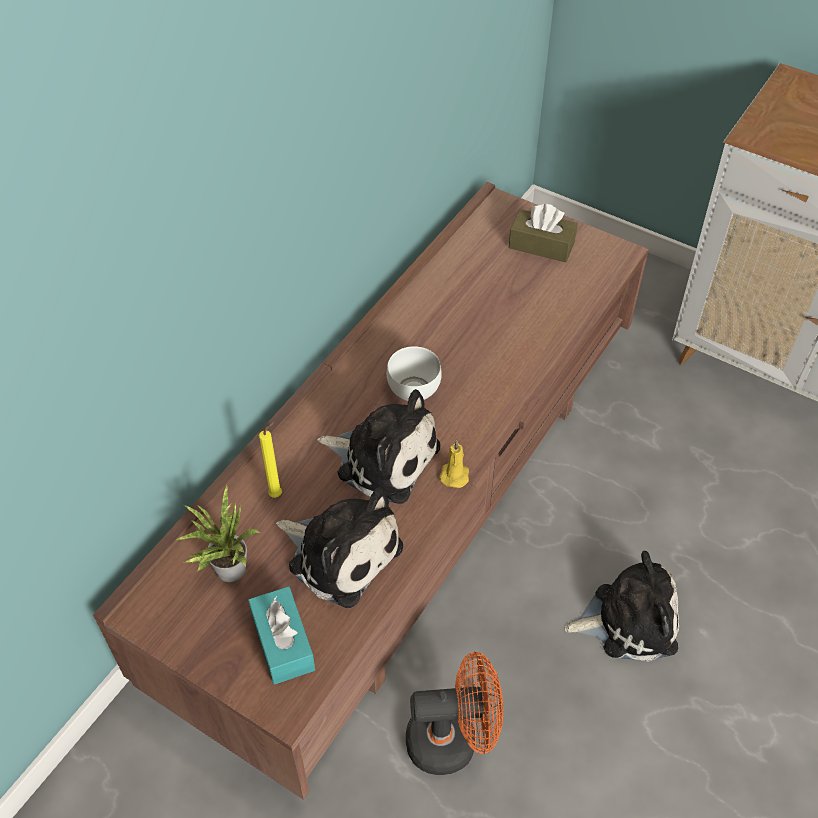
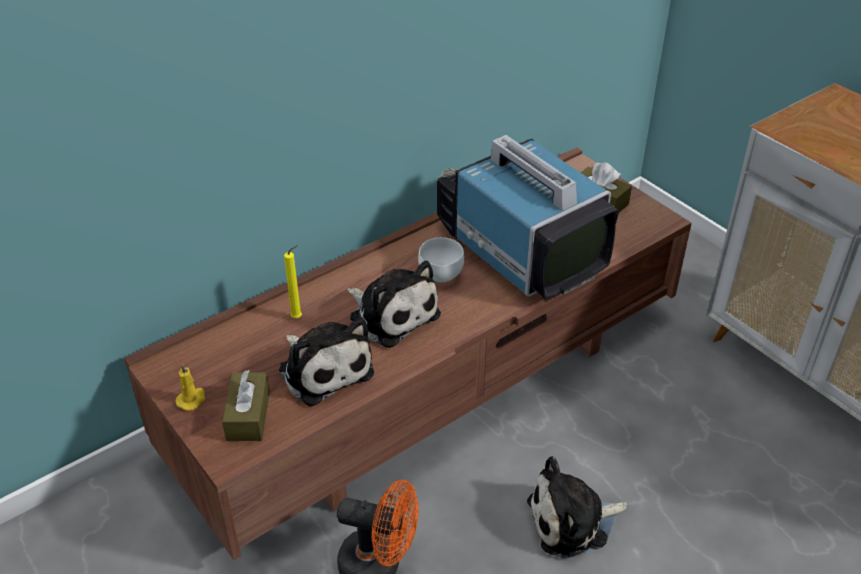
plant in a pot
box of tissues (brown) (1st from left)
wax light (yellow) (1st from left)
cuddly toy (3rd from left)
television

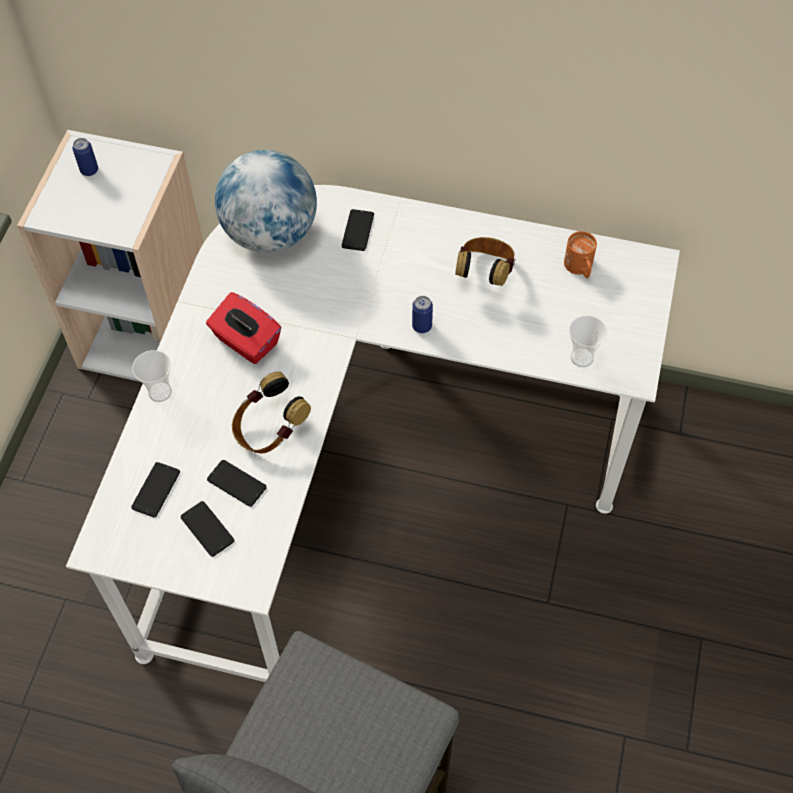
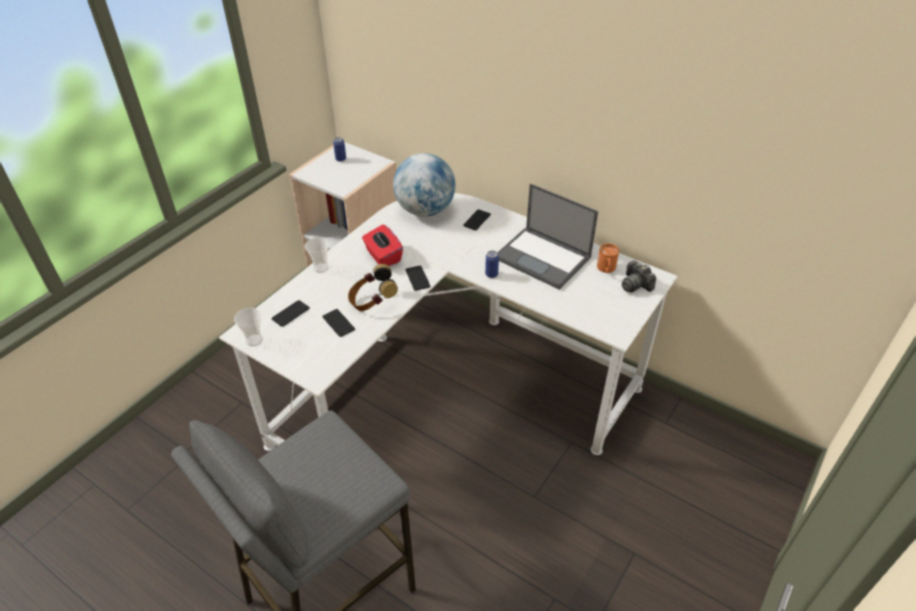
phone (3rd from left)
laptop
cup (1st from left)
still camera

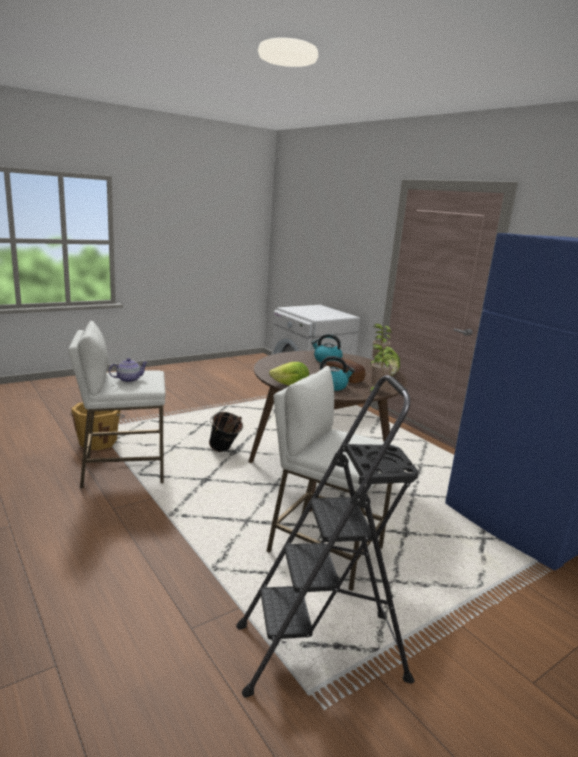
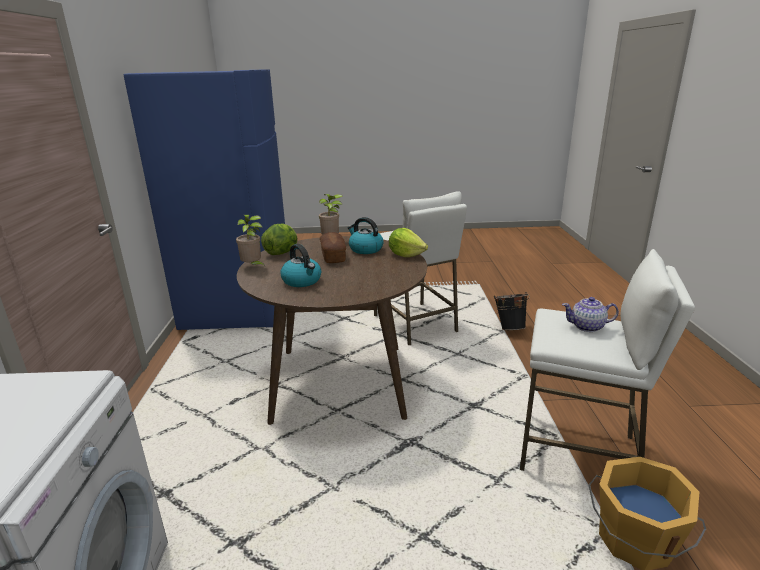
bucket (blackish)
step stool

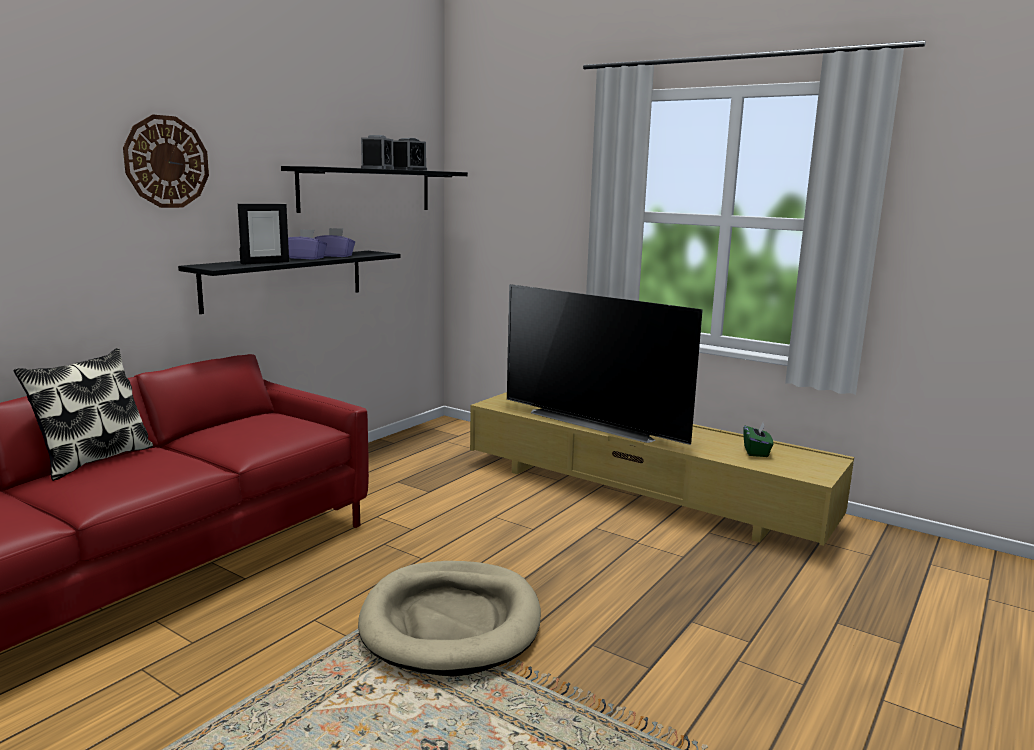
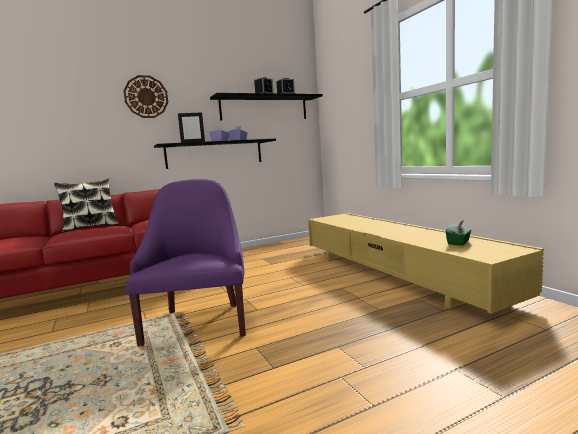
lounge chair (purplish)
television

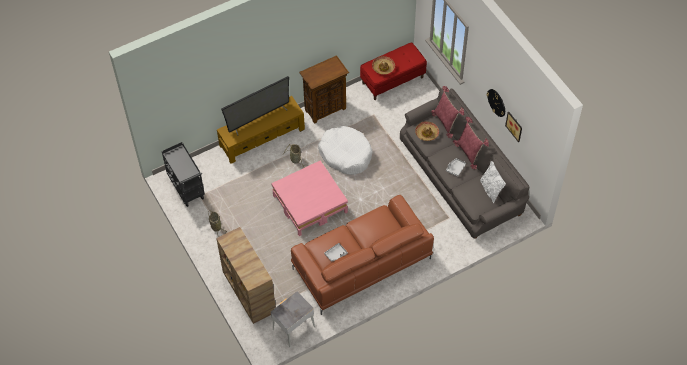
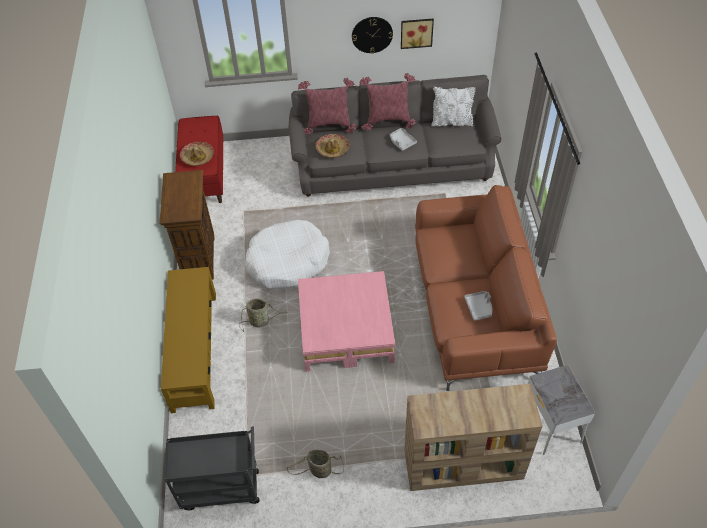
television

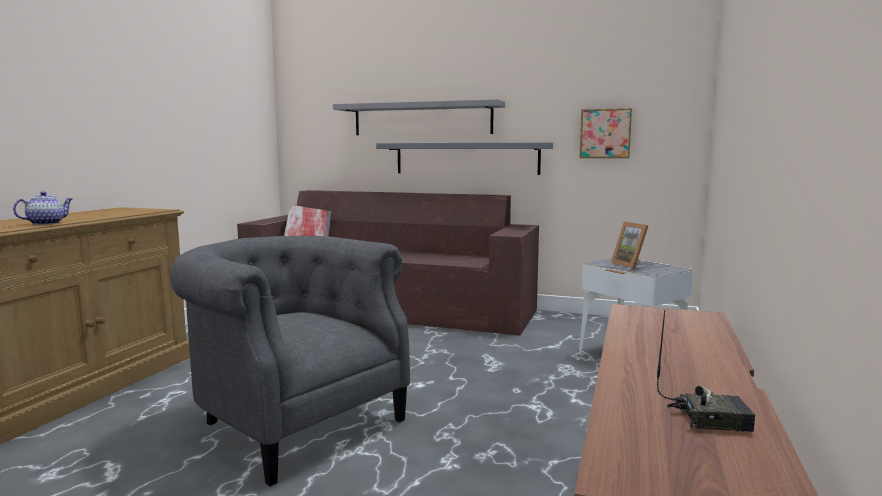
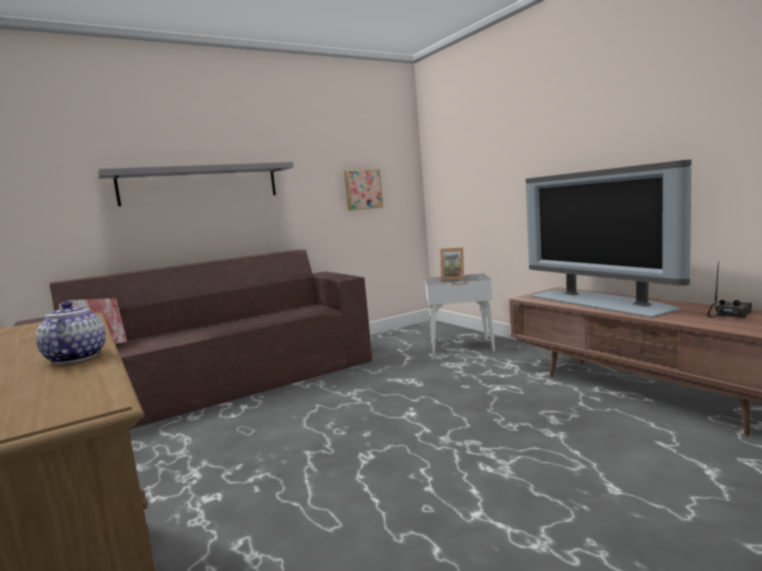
lounge chair (greyish)
bracket shelf (greyish) (2nd from left in the first image)
television

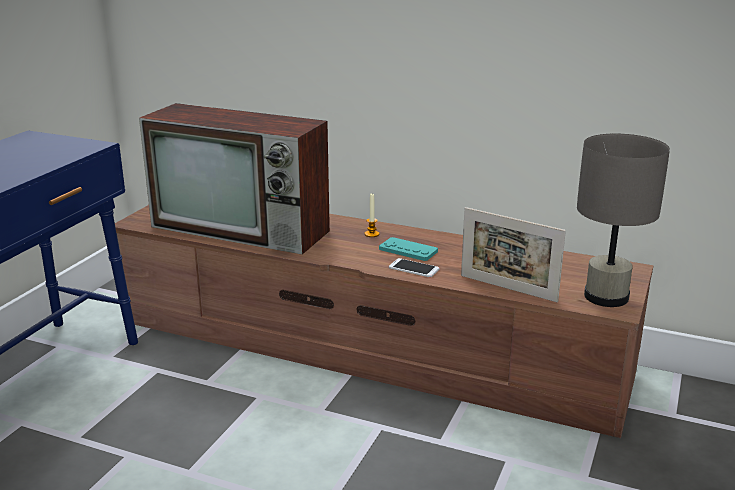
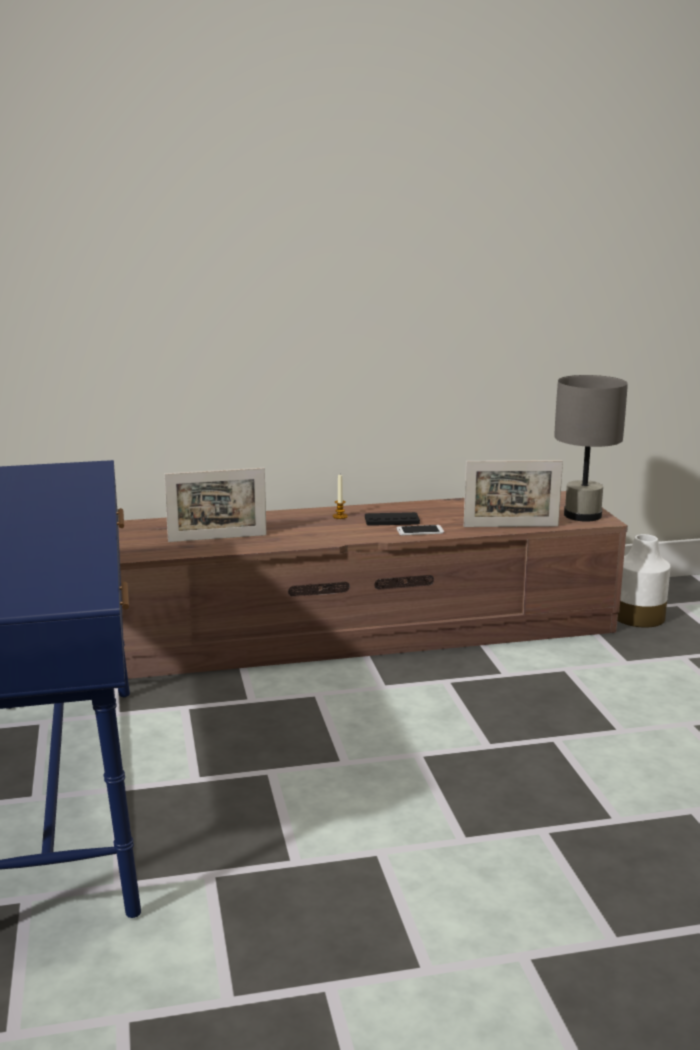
photo frame (1st from left)
joypad (blackish)
decorative vase (white-coloured)

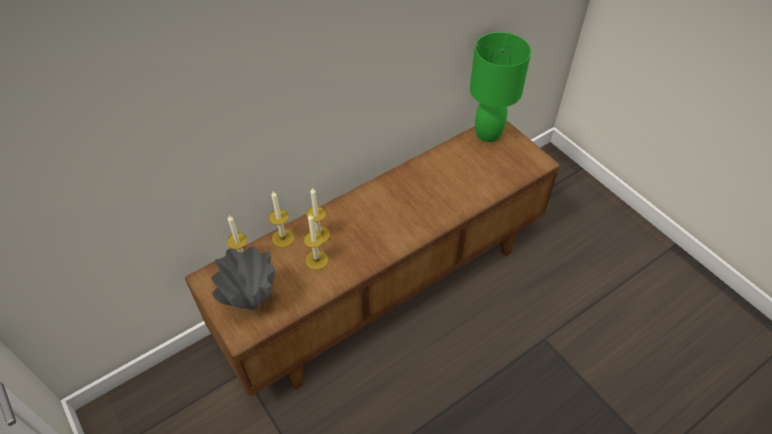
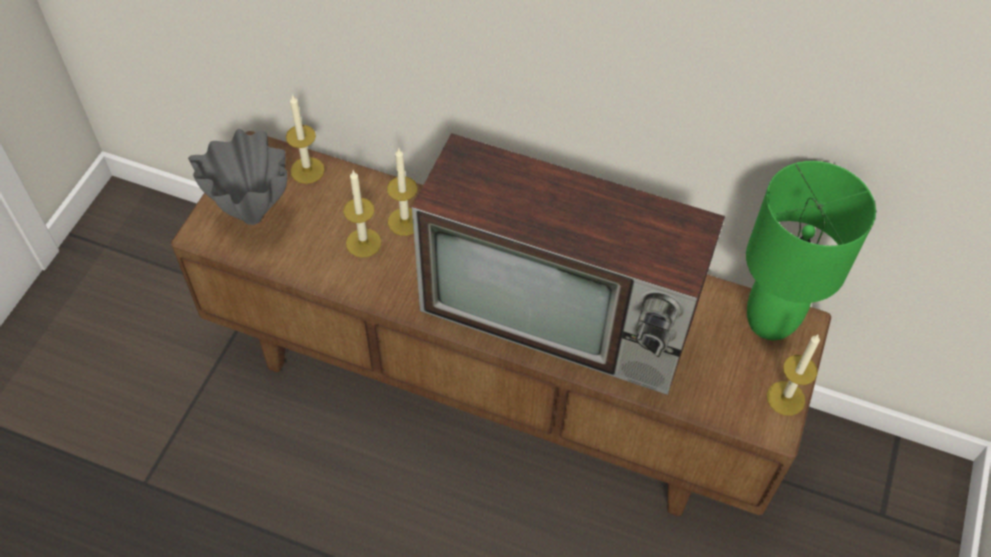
wax light (4th from left)
television

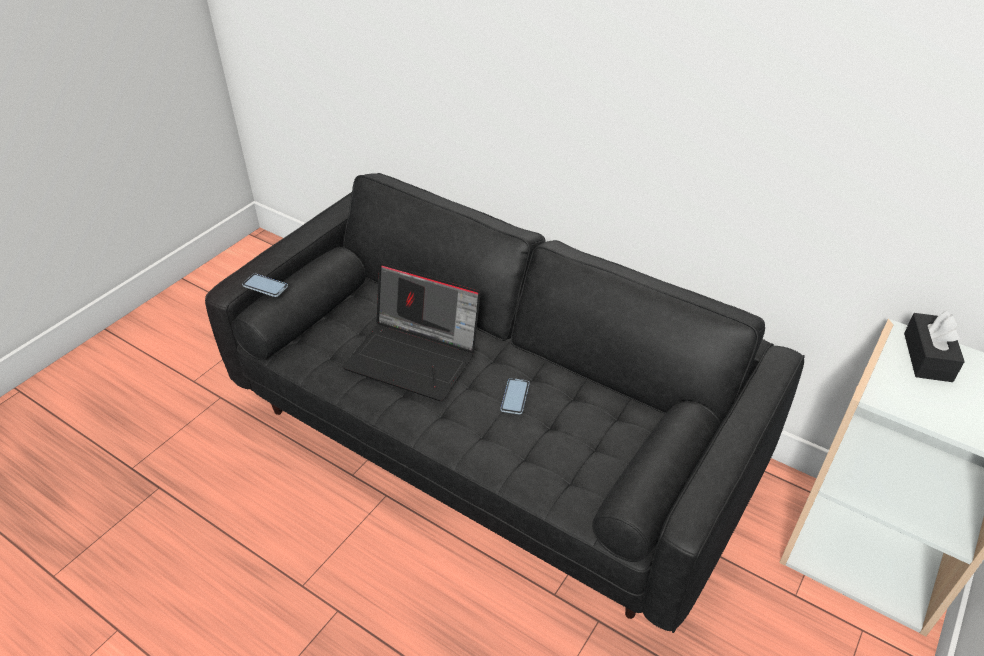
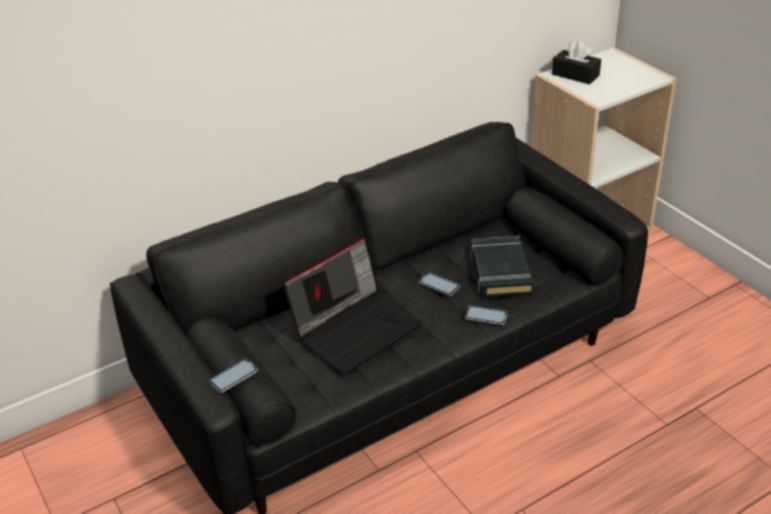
phone (3rd from left)
book (blackish)

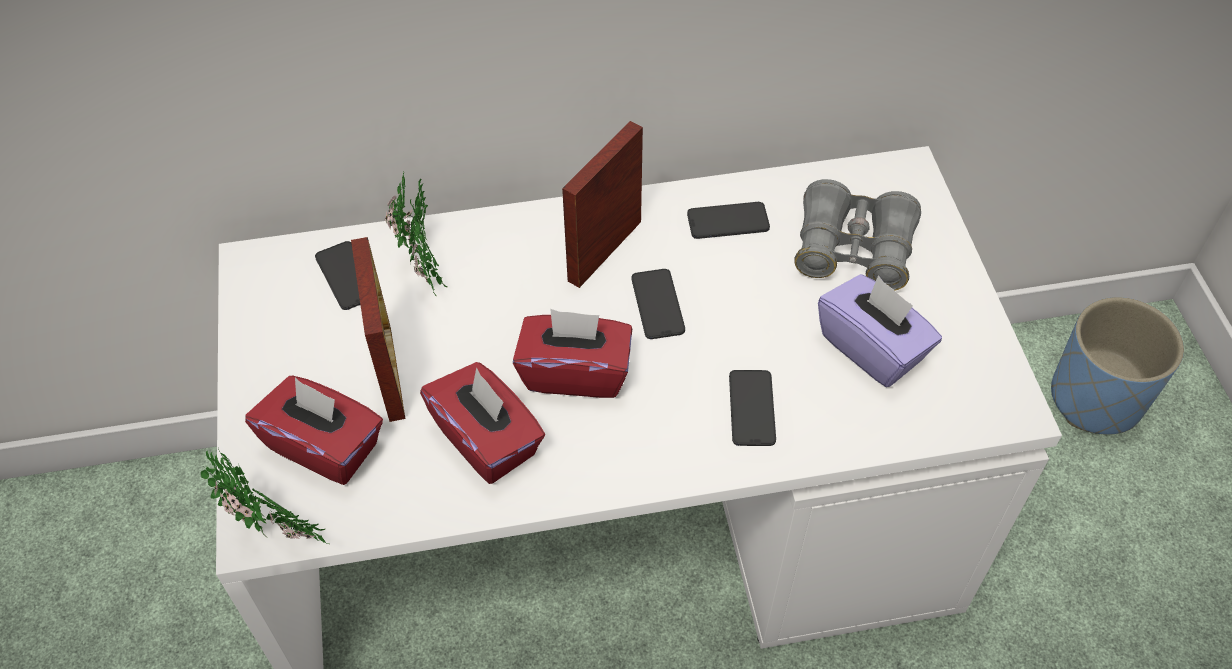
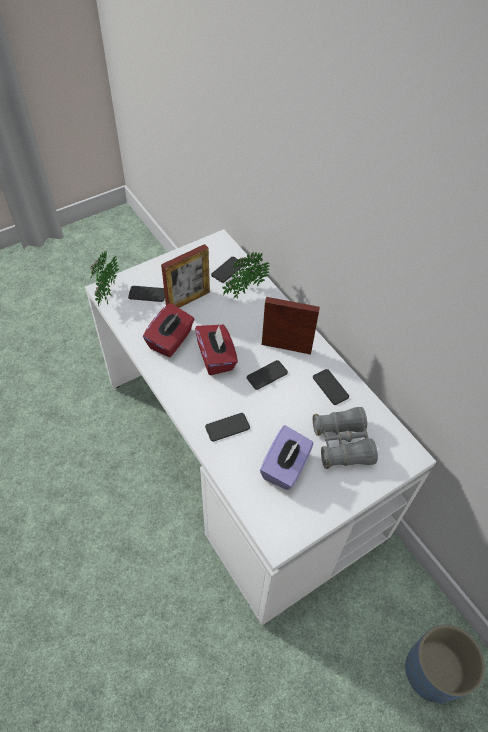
phone (1st from left)

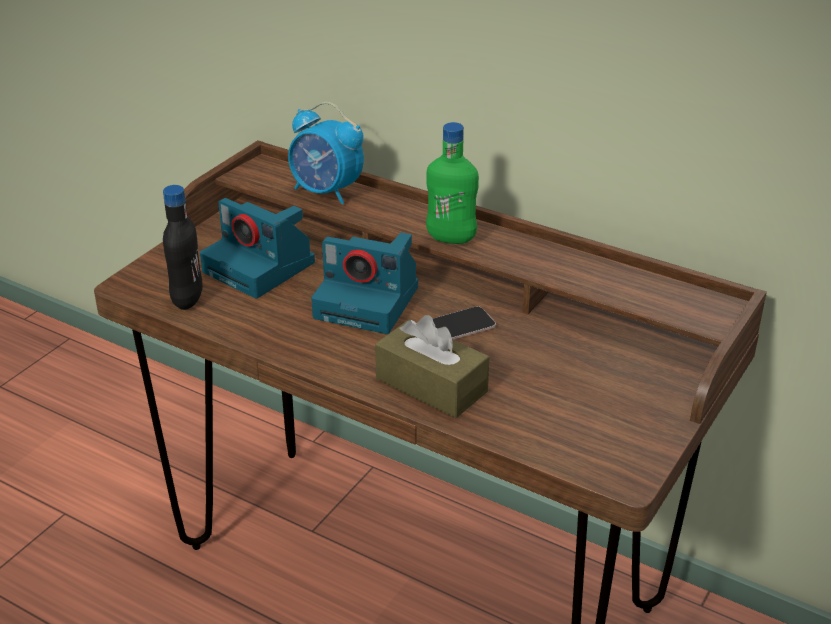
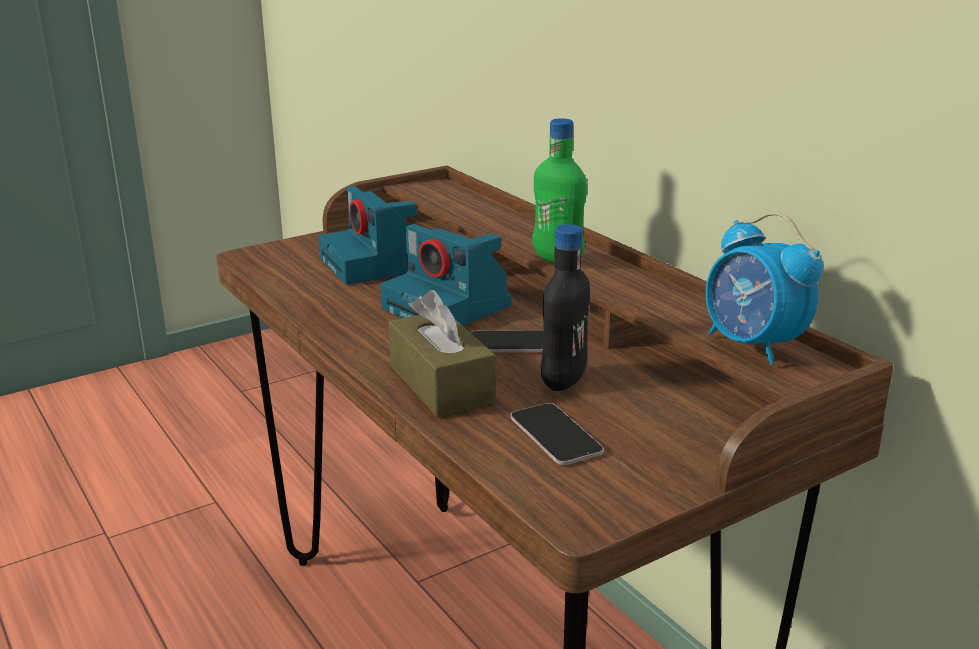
beverage bottle (blackish)
bedside clock
phone (2nd from left)

